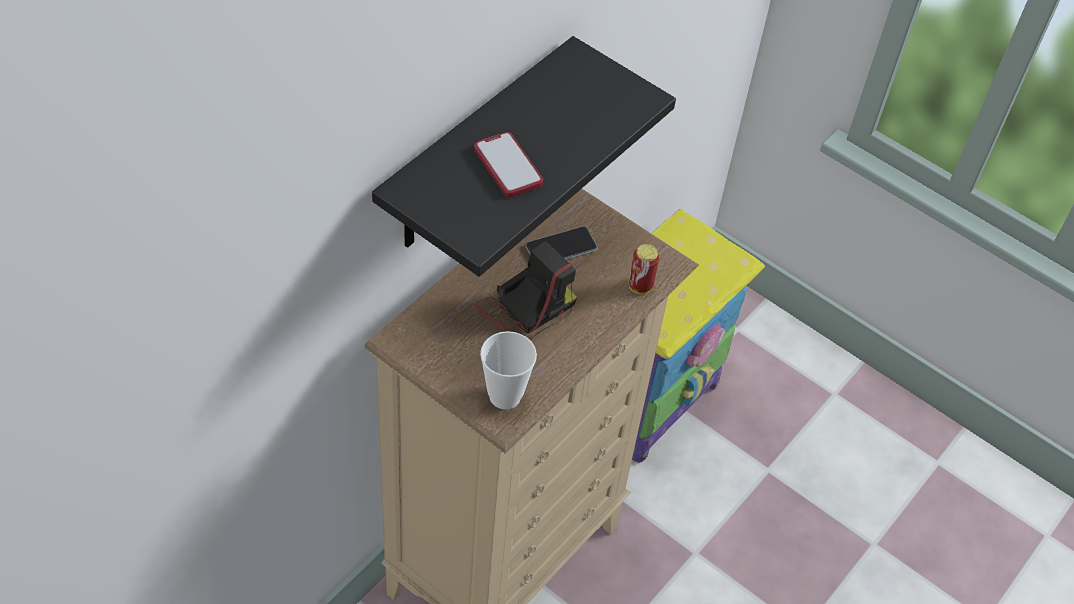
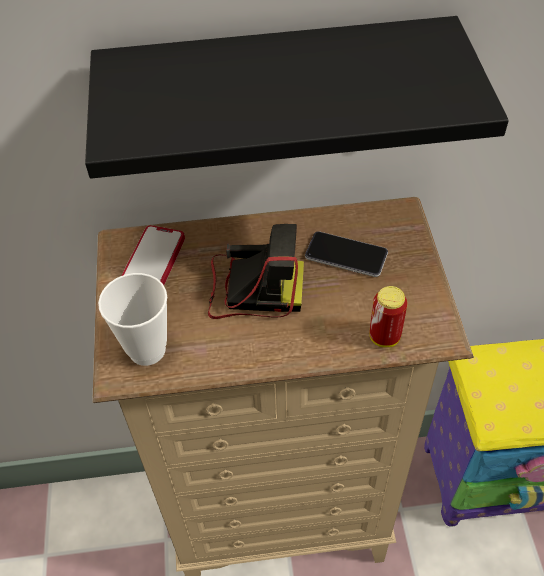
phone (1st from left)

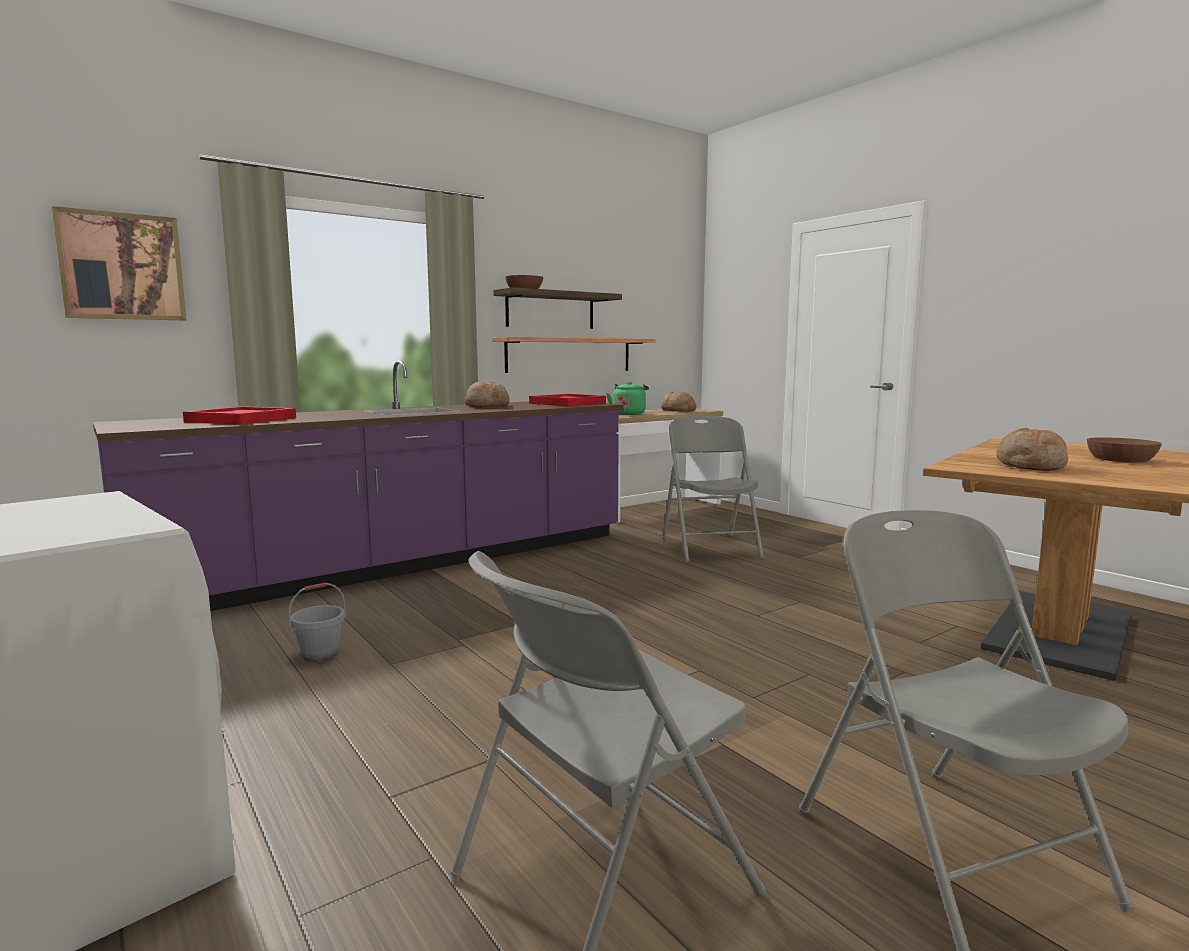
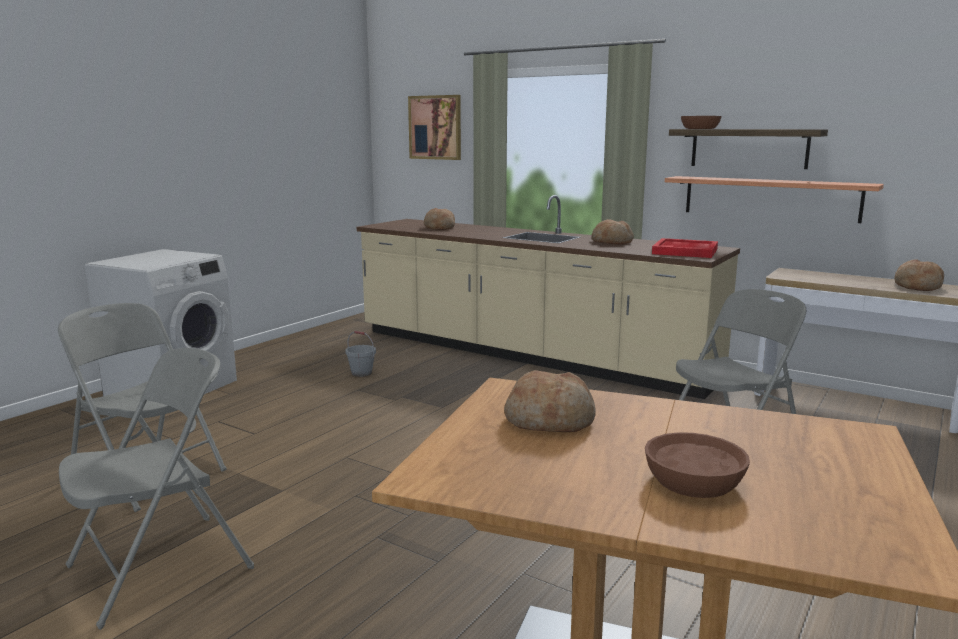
counter (beige)
bread (1st from left)
tea kettle (green)

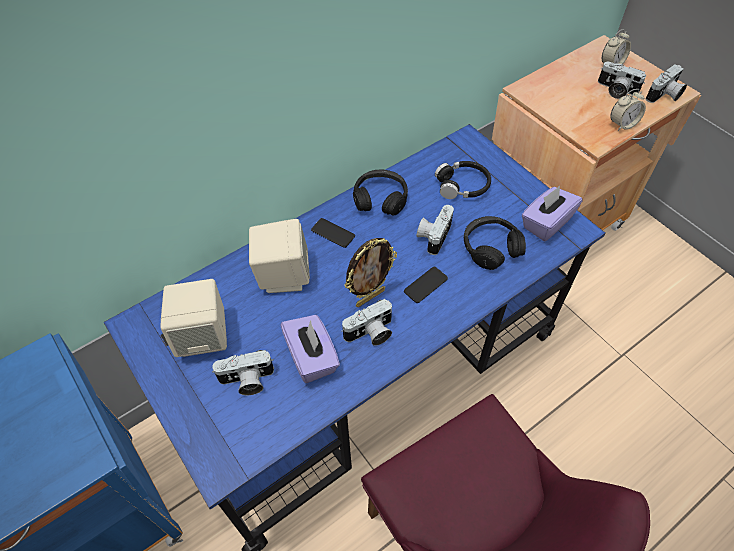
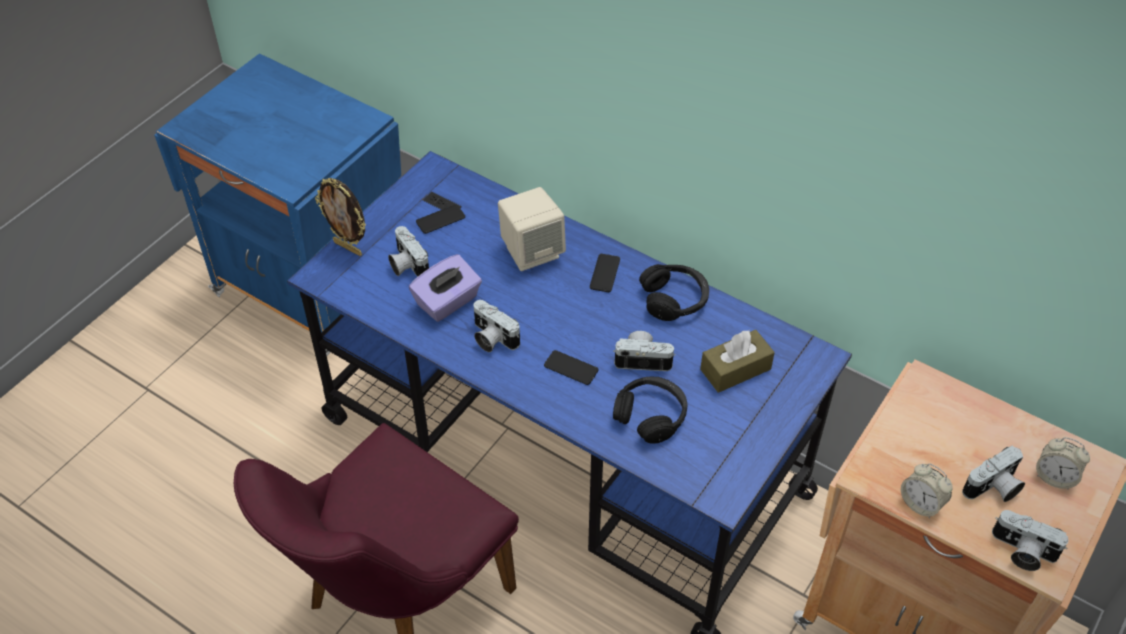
phone (1st from left)
photo frame
box of tissues (brown)
box of tissues (purplish) (2nd from left in the first image)
still camera (4th from left)

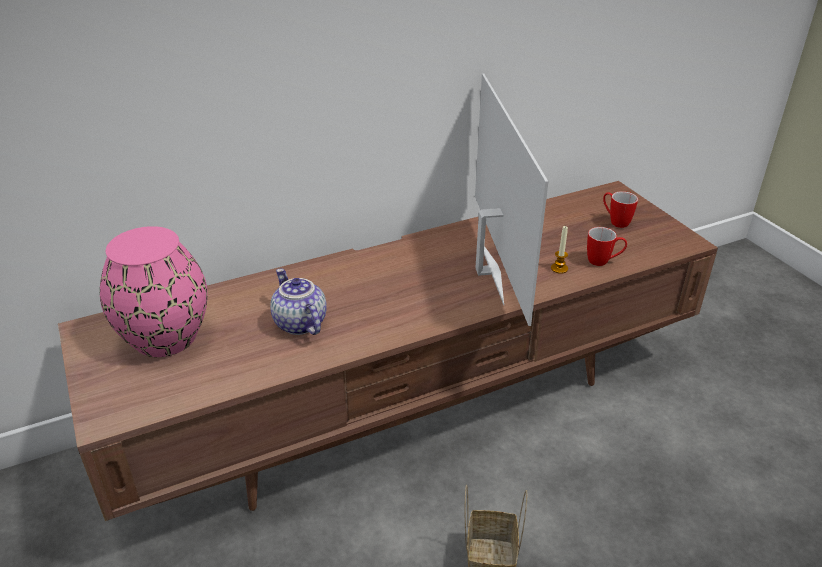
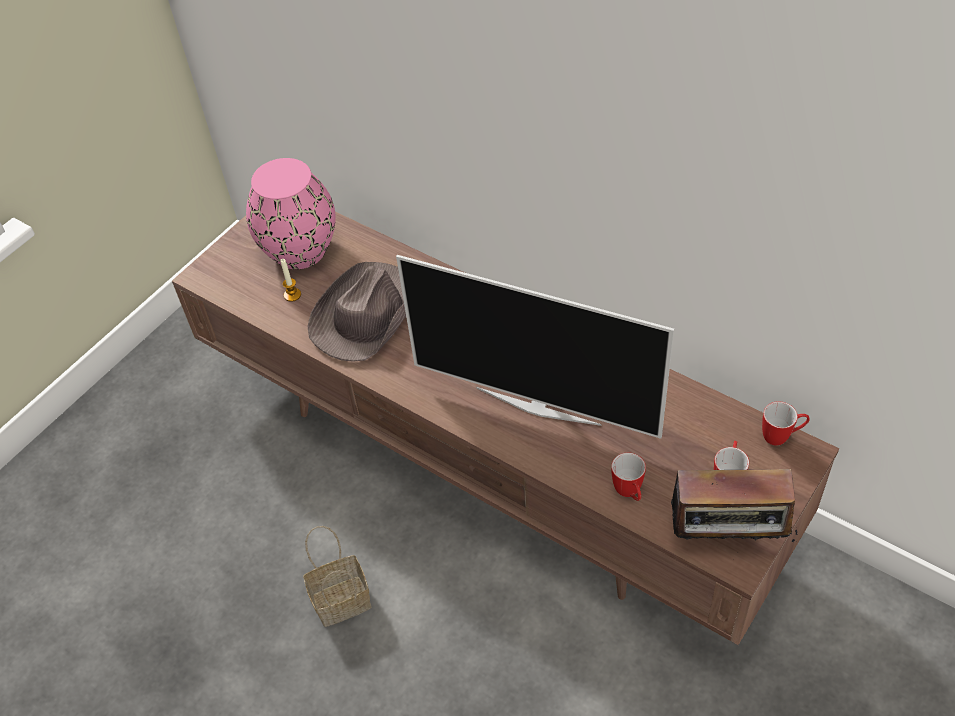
wearable hat (brown)
television
wax light
radio receiver
mug (3rd from left)

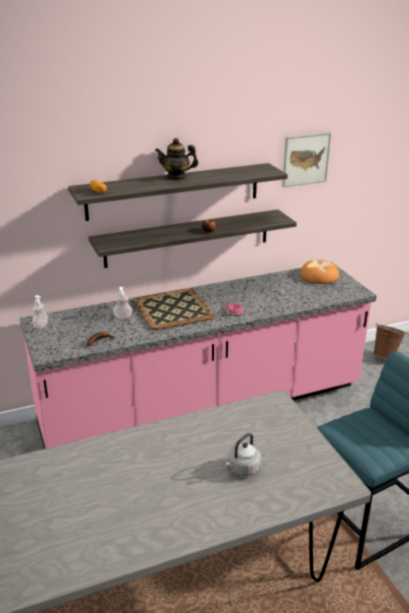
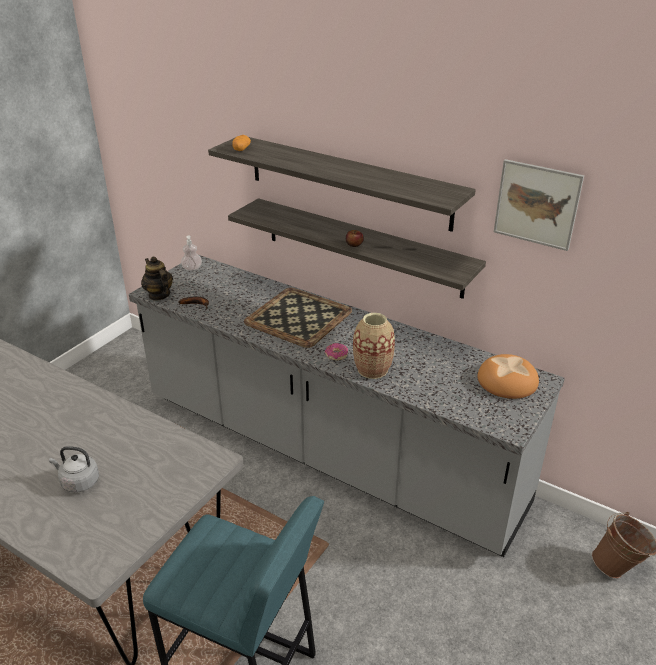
counter (greyish)
soap dispenser (2nd from left in the first image)
tea pot
decorative vase

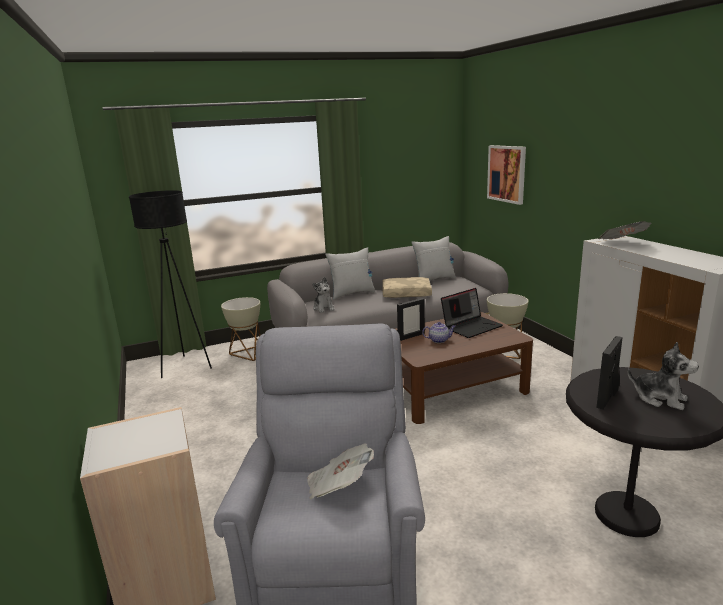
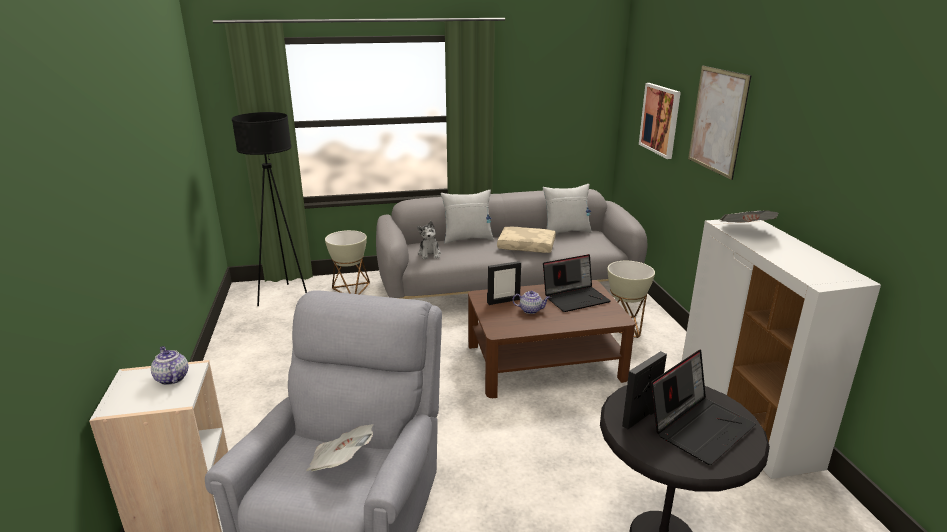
laptop (2nd from left)
tea pot (1st from left)
wall picture (2nd from left)

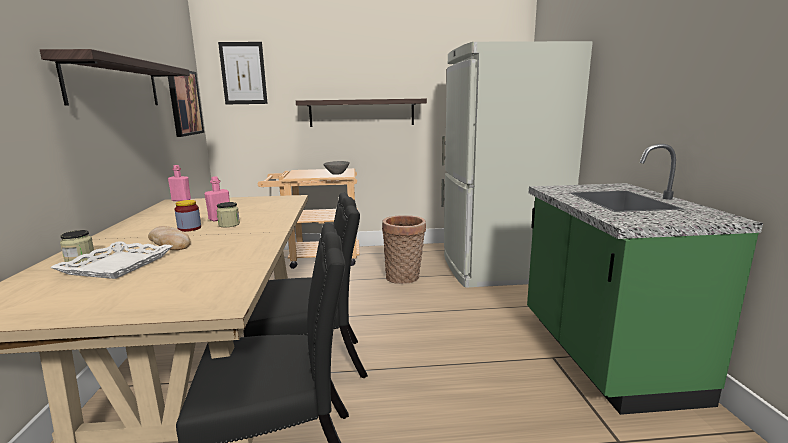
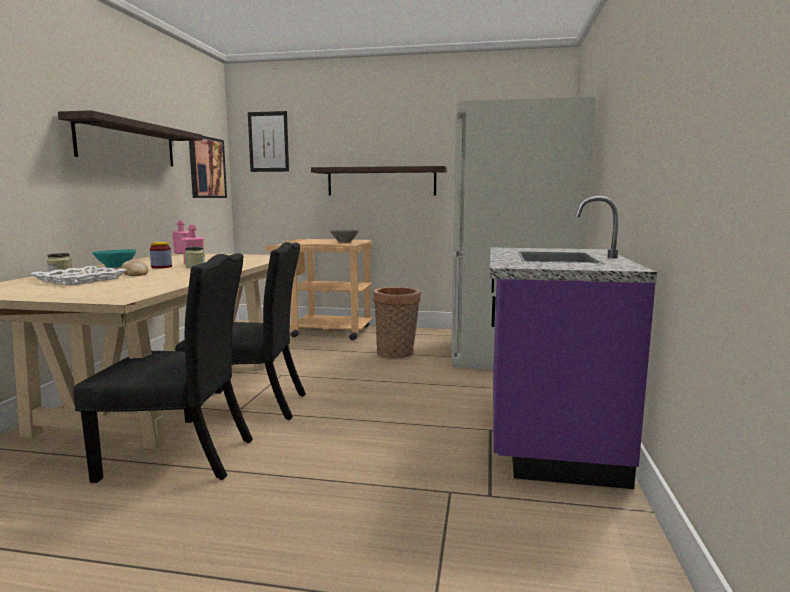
counter (purplish)
deep dish (turquoise-coloured)

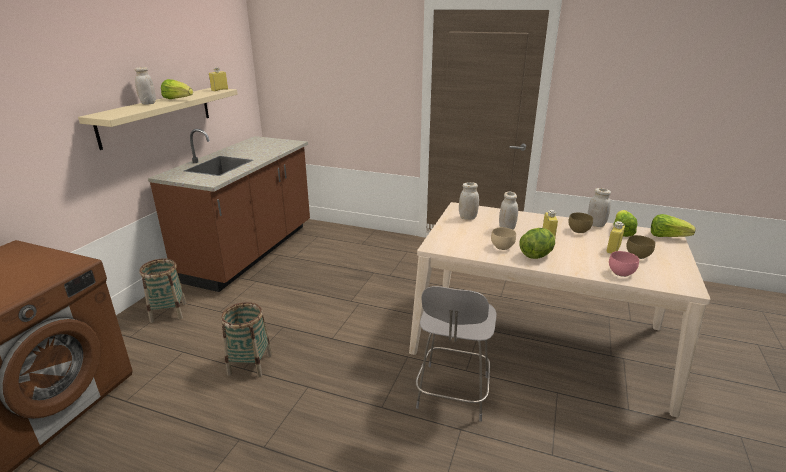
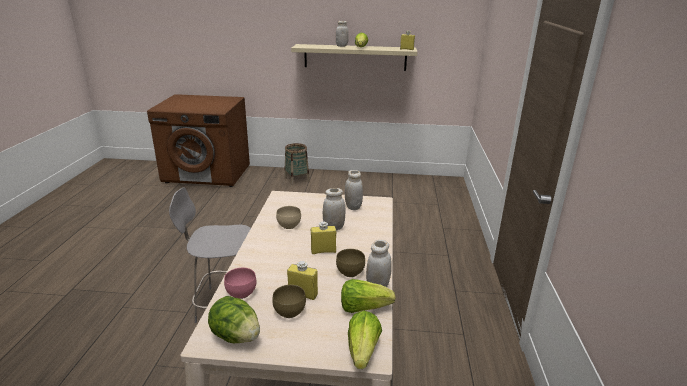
counter (brown)
household basket (2nd from left in the first image)
lettuce (1st from left)

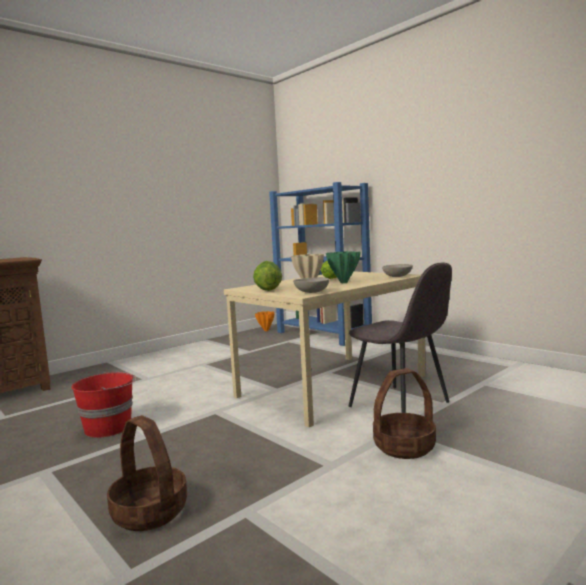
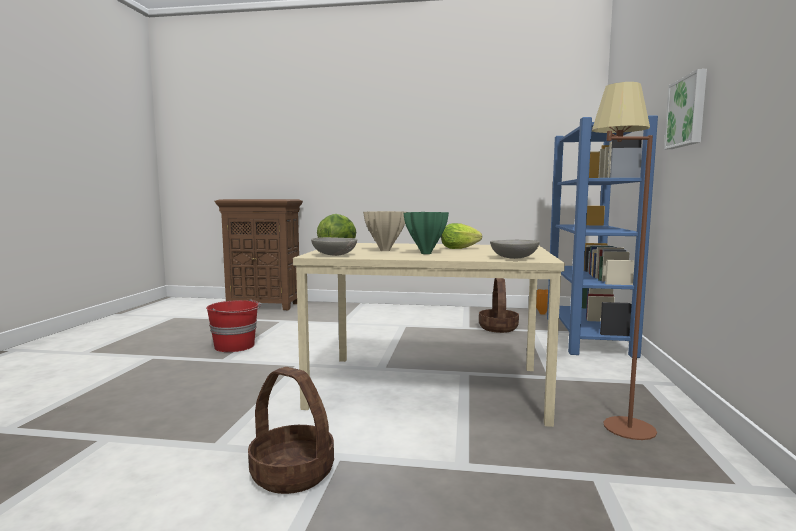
household basket (2nd from left)
plain chair (greyish)
standard lamp (brown)
wall picture

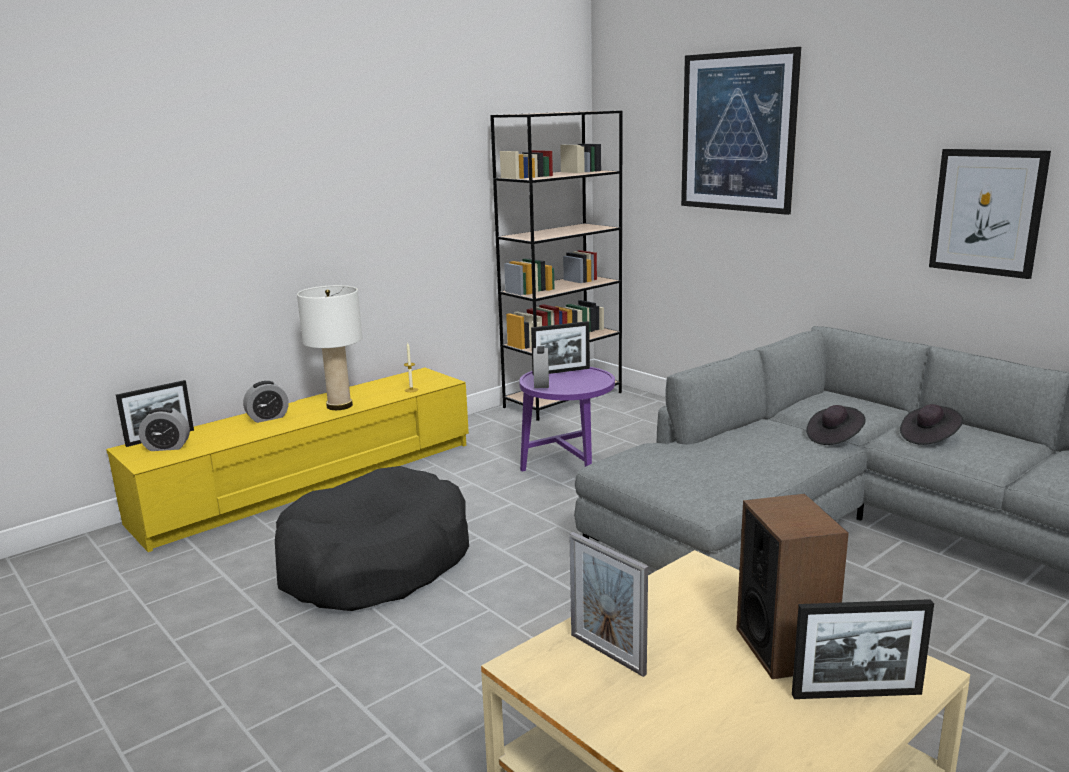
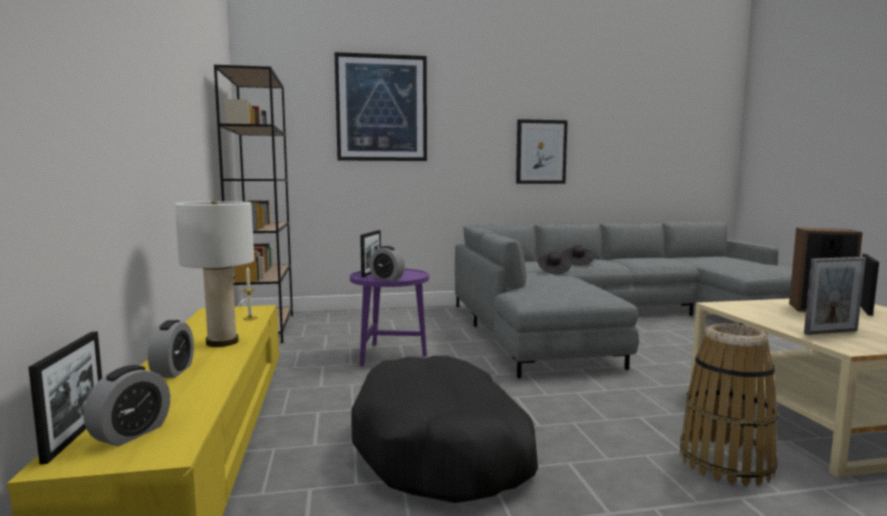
household basket

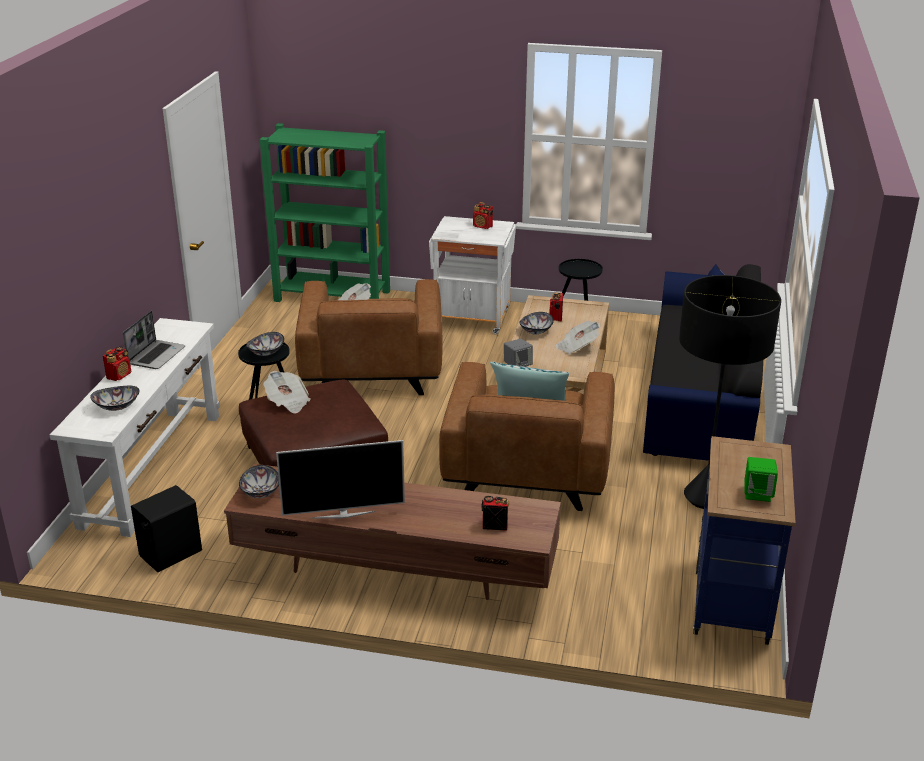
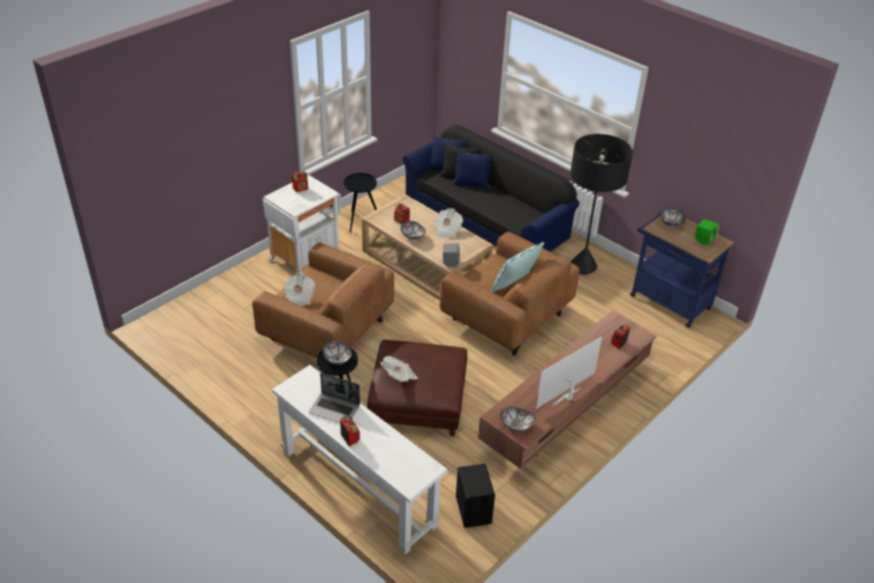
deep dish (4th from left)
laptop
shelving unit (green)
television

